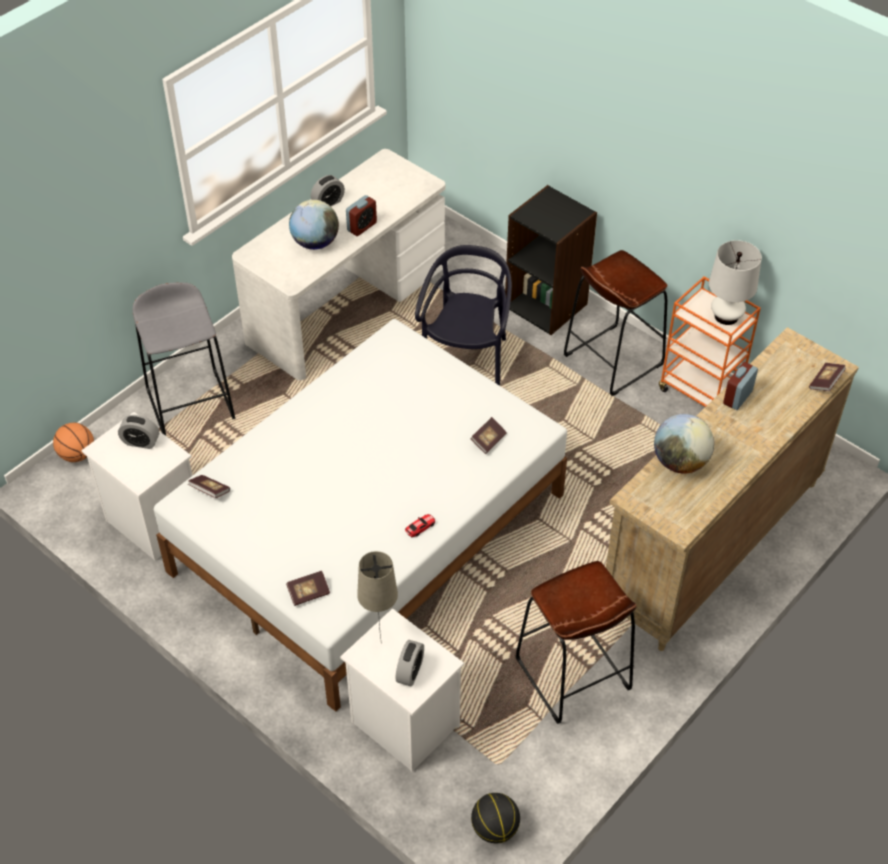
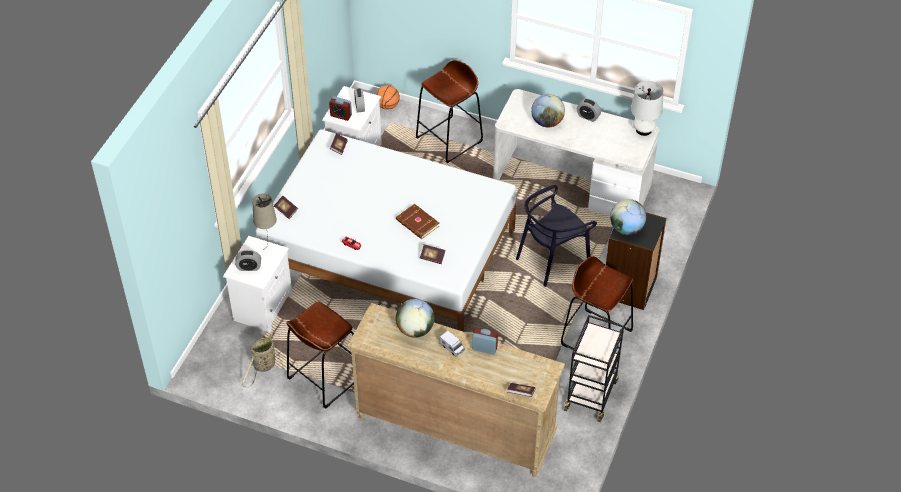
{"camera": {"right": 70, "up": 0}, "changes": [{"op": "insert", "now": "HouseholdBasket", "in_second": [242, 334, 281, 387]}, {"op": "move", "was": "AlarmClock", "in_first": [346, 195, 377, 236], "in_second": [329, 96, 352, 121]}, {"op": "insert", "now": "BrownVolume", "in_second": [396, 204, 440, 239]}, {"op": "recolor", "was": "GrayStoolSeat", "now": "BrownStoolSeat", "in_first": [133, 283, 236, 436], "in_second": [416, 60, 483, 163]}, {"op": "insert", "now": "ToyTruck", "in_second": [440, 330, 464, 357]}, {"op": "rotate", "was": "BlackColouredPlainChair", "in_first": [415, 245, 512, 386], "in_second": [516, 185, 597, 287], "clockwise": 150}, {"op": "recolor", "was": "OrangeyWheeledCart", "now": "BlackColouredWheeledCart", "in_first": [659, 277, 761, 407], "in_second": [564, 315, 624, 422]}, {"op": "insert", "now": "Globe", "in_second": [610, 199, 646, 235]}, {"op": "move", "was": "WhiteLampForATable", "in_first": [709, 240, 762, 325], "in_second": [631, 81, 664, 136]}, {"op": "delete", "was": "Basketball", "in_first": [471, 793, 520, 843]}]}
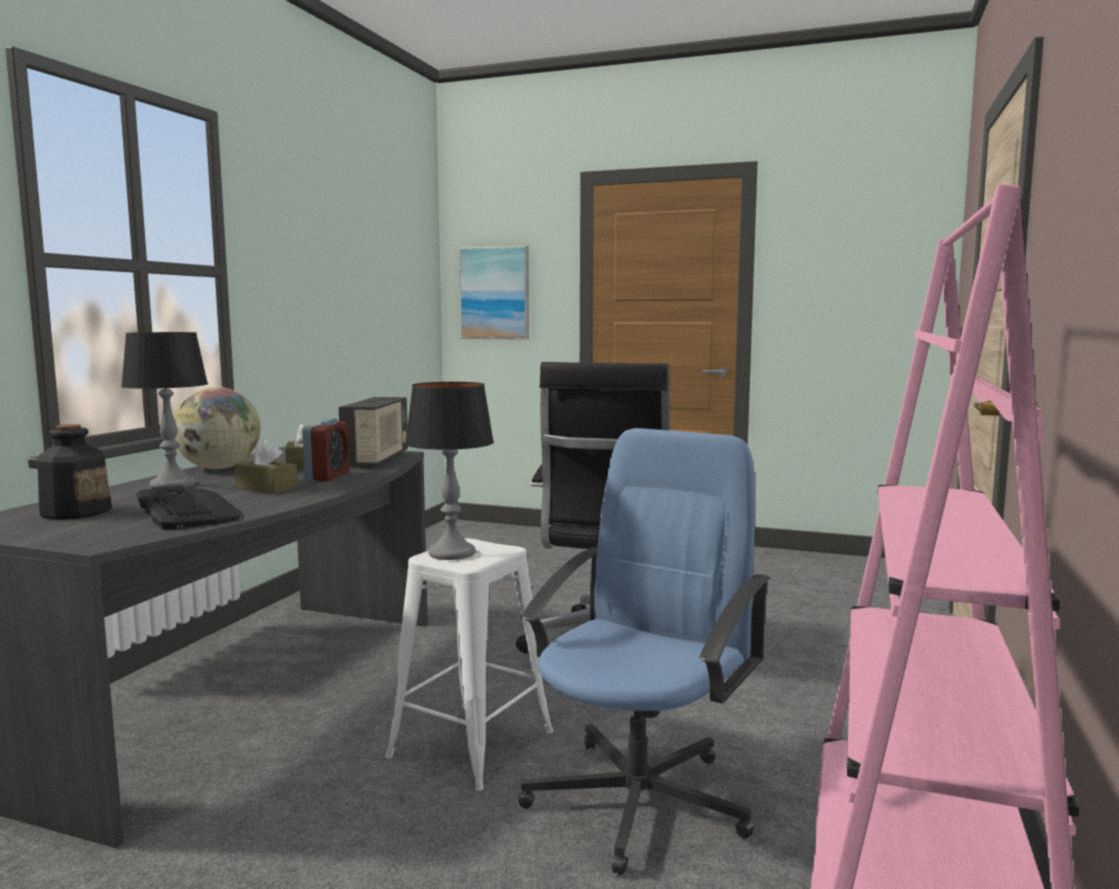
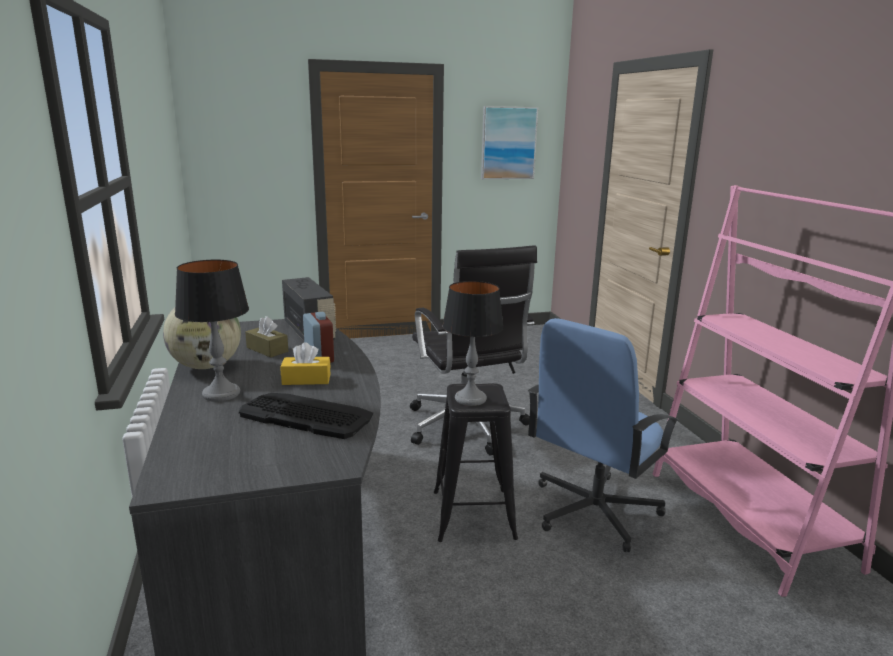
{"camera": {"right": -35, "up": 10}, "changes": [{"op": "recolor", "was": "BrownTissueBox", "now": "YellowColouredTissueBox", "in_first": [234, 440, 298, 494], "in_second": [280, 343, 331, 385]}, {"op": "recolor", "was": "WhiteStoolSeat", "now": "BlackColouredStoolSeat", "in_first": [385, 538, 553, 791], "in_second": [434, 383, 518, 542]}, {"op": "move", "was": "Picture", "in_first": [459, 246, 529, 340], "in_second": [481, 106, 538, 179]}, {"op": "rotate", "was": "BlueComputerChair", "in_first": [518, 428, 771, 875], "in_second": [528, 318, 680, 552], "clockwise": -135}, {"op": "delete", "was": "BeverageBottle", "in_first": [37, 424, 112, 520]}]}
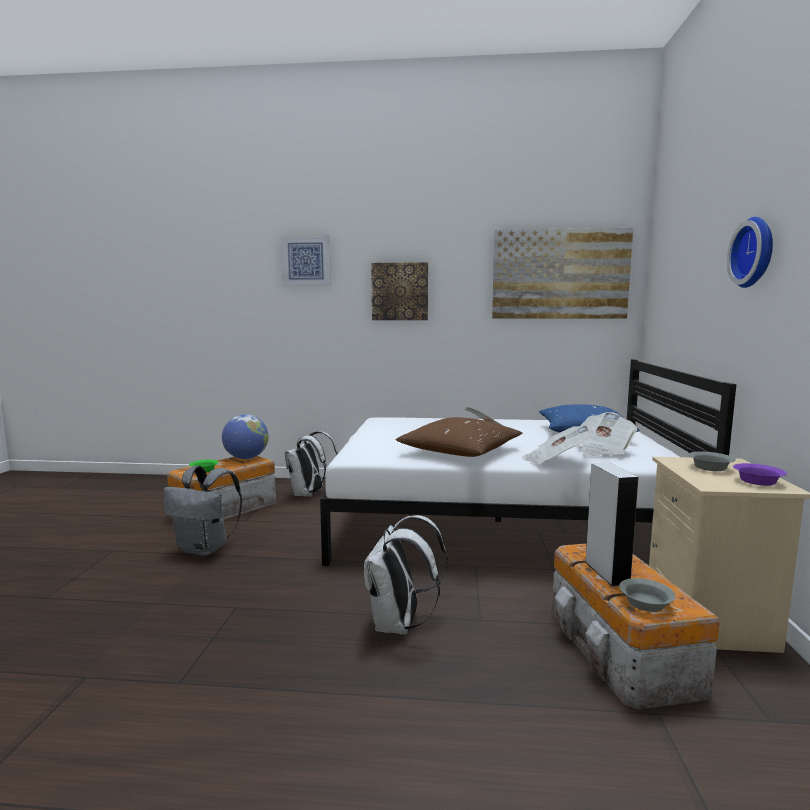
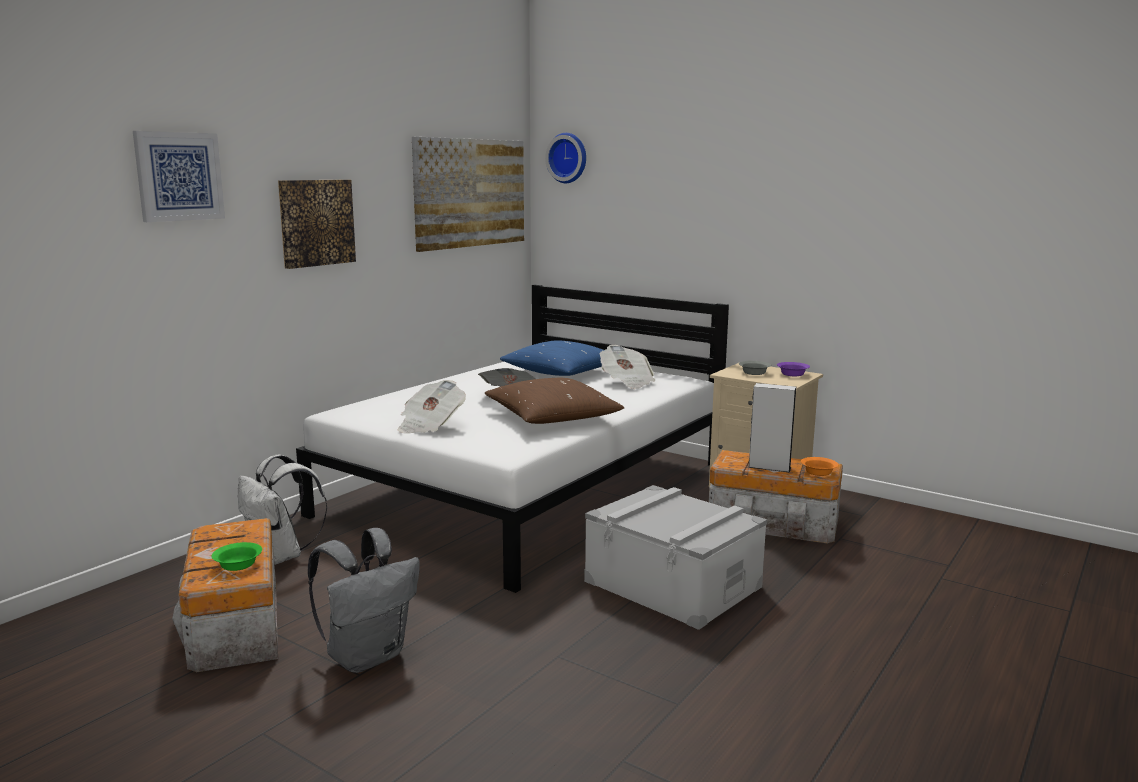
{"camera": {"right": -60, "up": 5}, "changes": [{"op": "move", "was": "PrintedPaper", "in_first": [522, 425, 592, 464], "in_second": [398, 380, 466, 434]}, {"op": "move", "was": "ClockOnTheWall", "in_first": [727, 217, 773, 288], "in_second": [545, 133, 586, 183]}, {"op": "replace", "was": "WhiteRucksack", "now": "GrayStorageBox", "in_first": [364, 515, 448, 635], "in_second": [584, 485, 767, 630]}, {"op": "recolor", "was": "GrayServingBowl", "now": "OrangeyServingBowl", "in_first": [619, 578, 675, 612], "in_second": [801, 457, 838, 476]}, {"op": "delete", "was": "Globe", "in_first": [222, 414, 269, 459]}]}
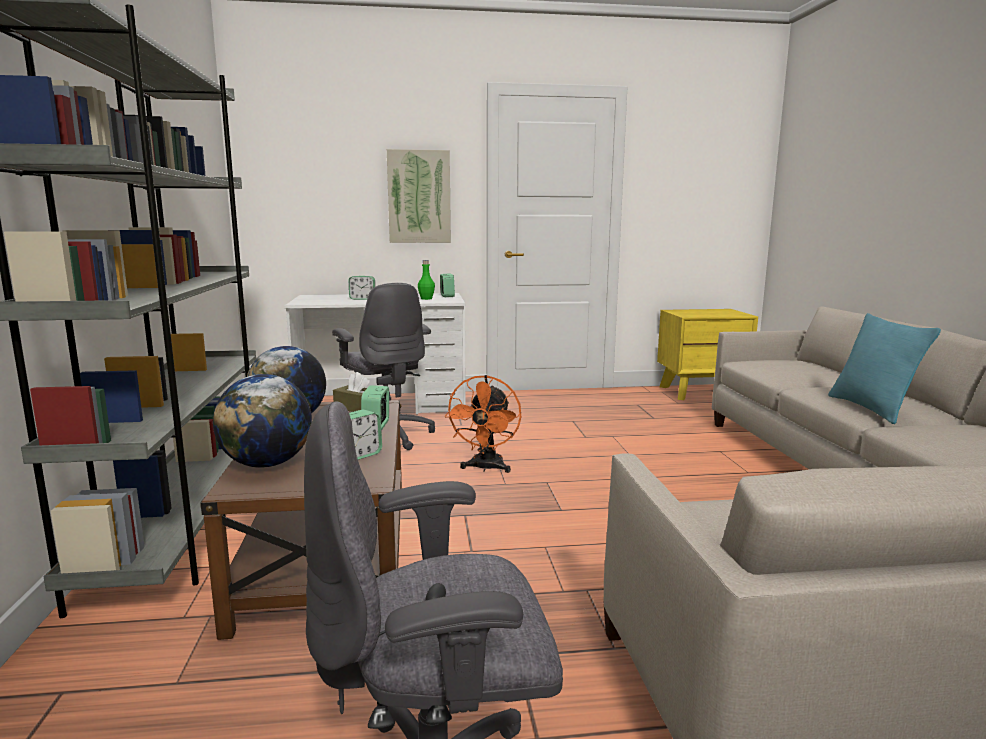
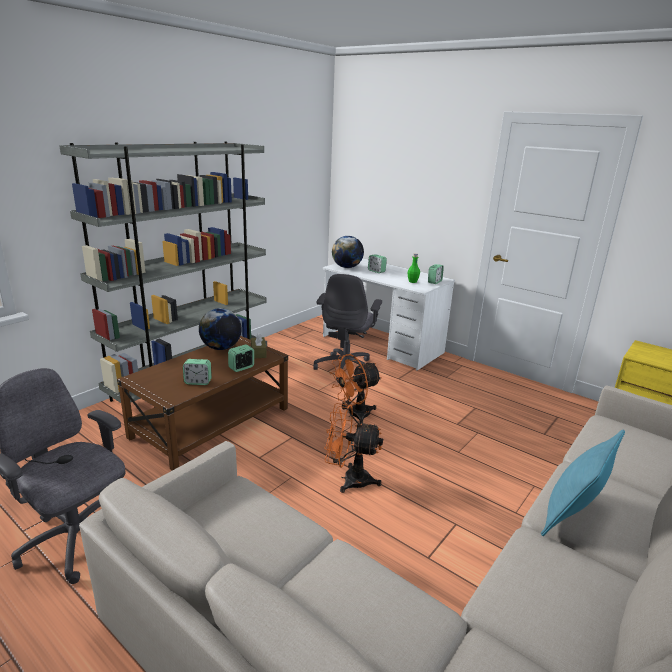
{"camera": {"right": 45, "up": 10}, "changes": [{"op": "insert", "now": "OrangeyElectricFan", "in_second": [324, 403, 383, 493]}, {"op": "move", "was": "Globe", "in_first": [213, 374, 312, 468], "in_second": [332, 236, 364, 268]}, {"op": "delete", "was": "Picture", "in_first": [387, 149, 451, 243]}]}
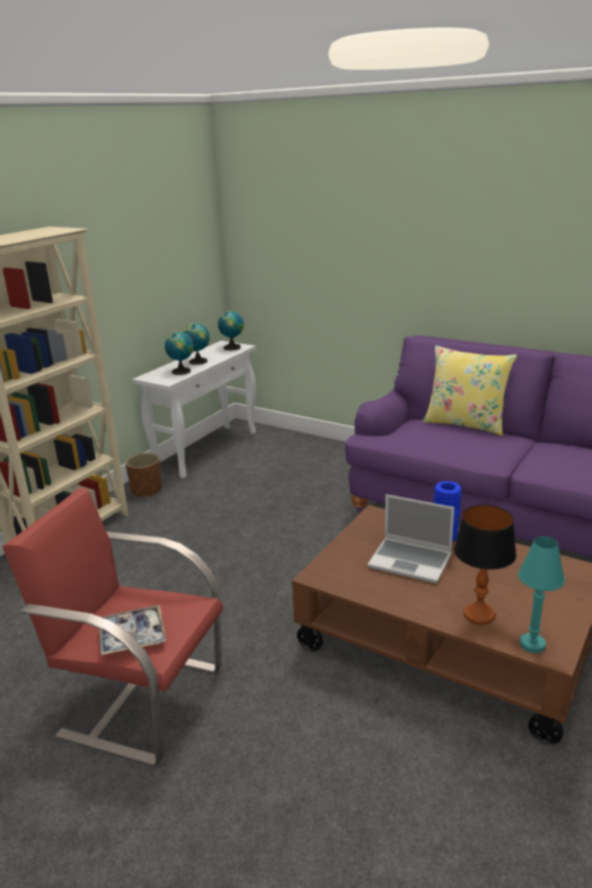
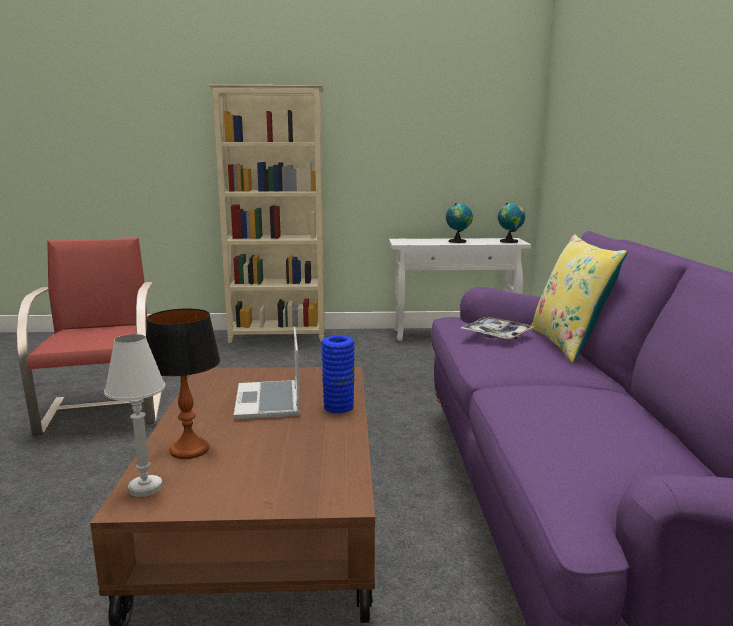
{"camera": {"right": 55, "up": -10}, "changes": [{"op": "recolor", "was": "BlueGreenLampForATable", "now": "WhiteLampForATable", "in_first": [518, 536, 565, 653], "in_second": [104, 334, 165, 497]}, {"op": "move", "was": "Tray", "in_first": [99, 605, 166, 655], "in_second": [461, 317, 535, 340]}, {"op": "delete", "was": "BrownPlantPot", "in_first": [125, 453, 162, 497]}, {"op": "delete", "was": "Globe", "in_first": [165, 332, 194, 375]}]}
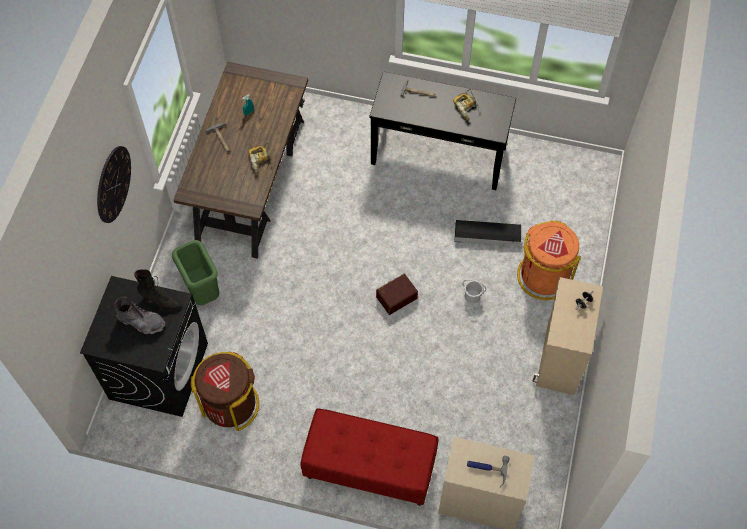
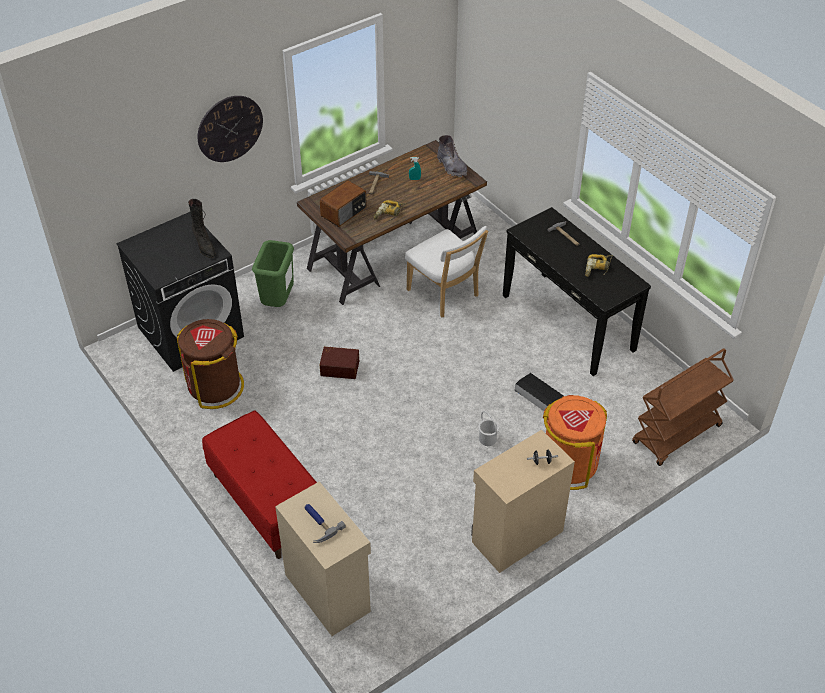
{"camera": {"right": 40, "up": -15}, "changes": [{"op": "insert", "now": "RadioSet", "in_second": [320, 180, 367, 227]}, {"op": "move", "was": "BrownStorageBox", "in_first": [376, 274, 418, 315], "in_second": [320, 346, 359, 379]}, {"op": "insert", "now": "WhitePlainChair", "in_second": [405, 226, 488, 318]}, {"op": "move", "was": "GrayTallBoot", "in_first": [114, 297, 165, 334], "in_second": [437, 135, 467, 177]}, {"op": "insert", "now": "BrownWheeledCart", "in_second": [632, 348, 734, 466]}]}
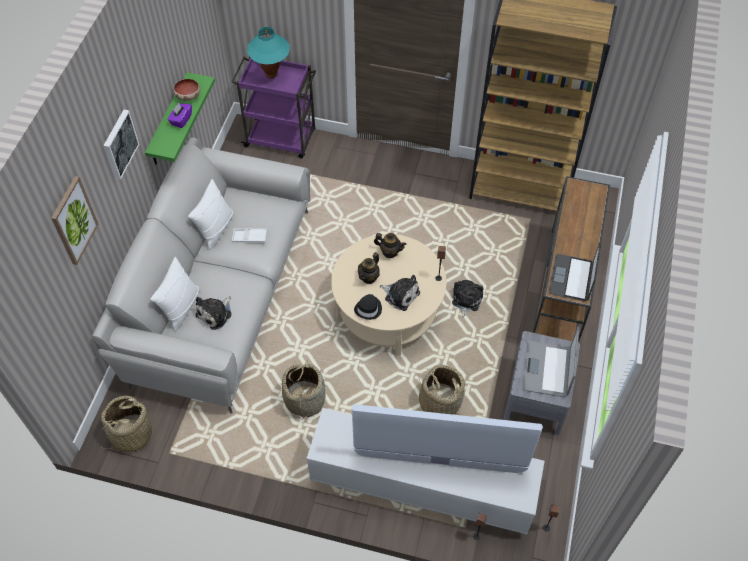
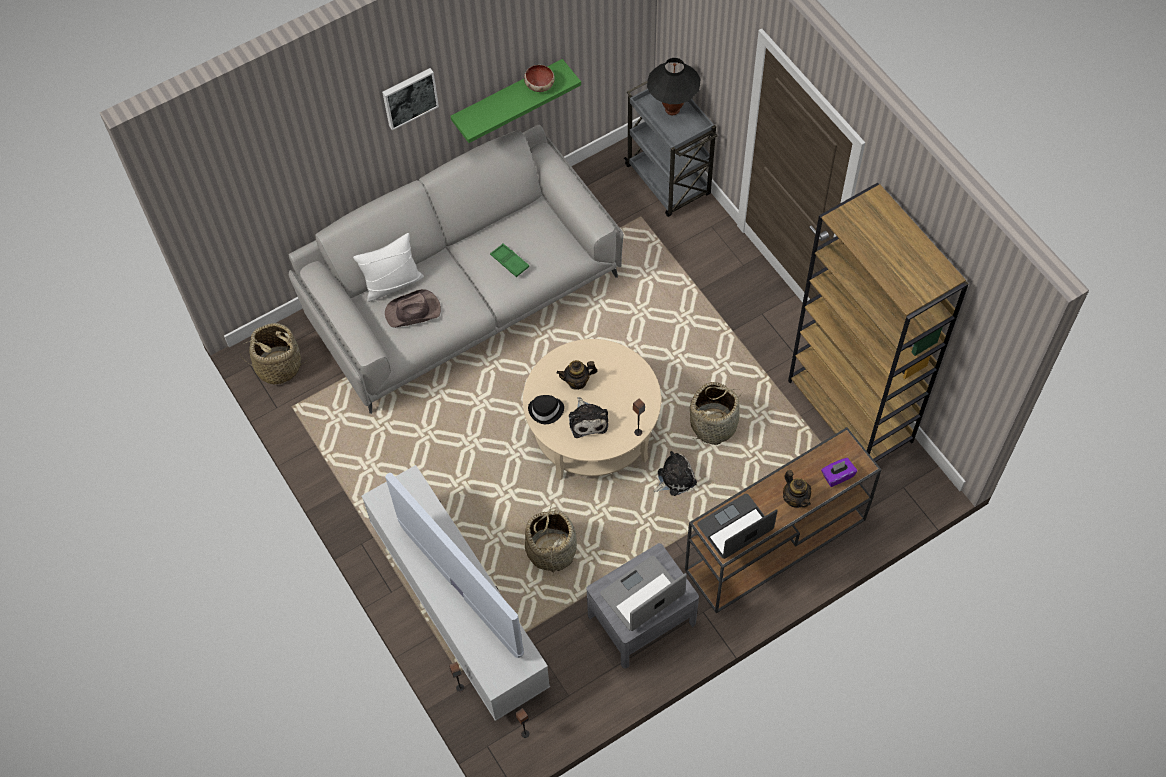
{"camera": {"right": 45, "up": 5}, "changes": [{"op": "replace", "was": "PlushToy", "now": "BrownHat", "in_first": [196, 296, 231, 330], "in_second": [385, 289, 441, 328]}, {"op": "recolor", "was": "WhiteTray", "now": "GreenColouredTray", "in_first": [232, 228, 267, 243], "in_second": [490, 243, 529, 277]}, {"op": "recolor", "was": "PurplishWheeledCart", "now": "GrayWheeledCart", "in_first": [232, 57, 316, 159], "in_second": [624, 81, 717, 217]}, {"op": "recolor", "was": "BlueGreenLampForATable", "now": "BlackColouredLampForATable", "in_first": [247, 27, 290, 79], "in_second": [647, 58, 700, 115]}, {"op": "move", "was": "HouseholdBasket", "in_first": [282, 362, 326, 420], "in_second": [690, 382, 742, 445]}, {"op": "move", "was": "Teapot", "in_first": [374, 233, 406, 258], "in_second": [783, 470, 811, 508]}, {"op": "move", "was": "PurplishTissueBox", "in_first": [168, 103, 192, 128], "in_second": [821, 458, 857, 487]}, {"op": "delete", "was": "Picture", "in_first": [51, 176, 99, 265]}, {"op": "delete", "was": "WhitePillow", "in_first": [188, 179, 234, 250]}]}
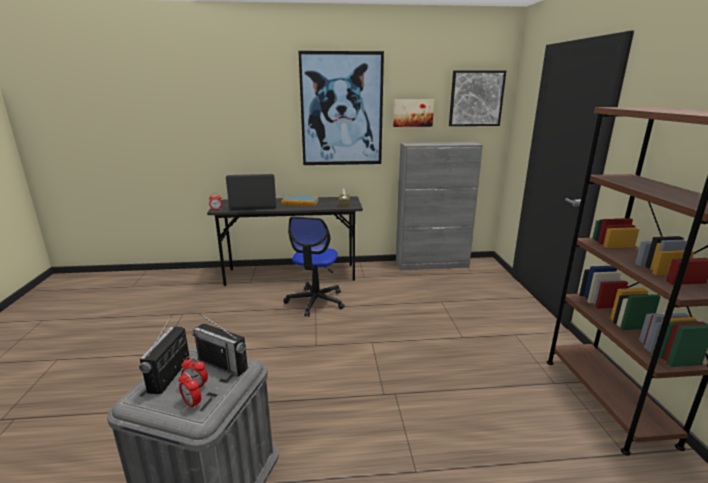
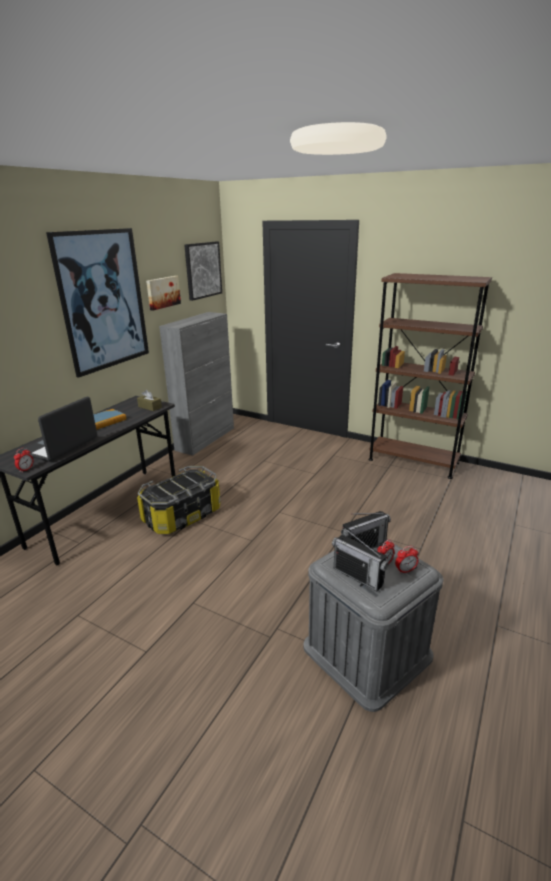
{"camera": {"right": -55, "up": 5}, "changes": [{"op": "replace", "was": "ComputerChair", "now": "StorageBox", "in_first": [284, 216, 345, 317], "in_second": [137, 466, 221, 534]}]}
